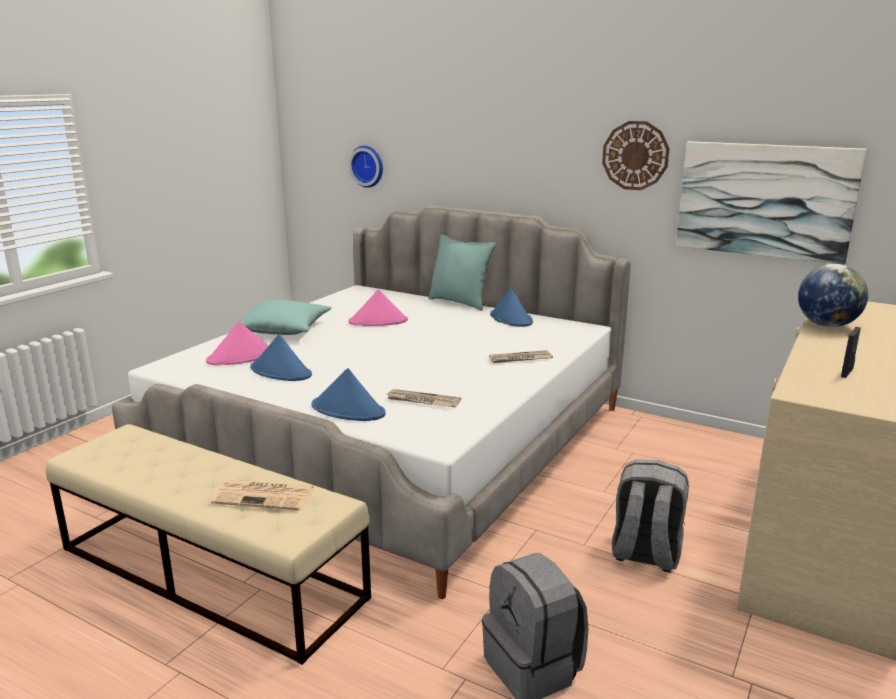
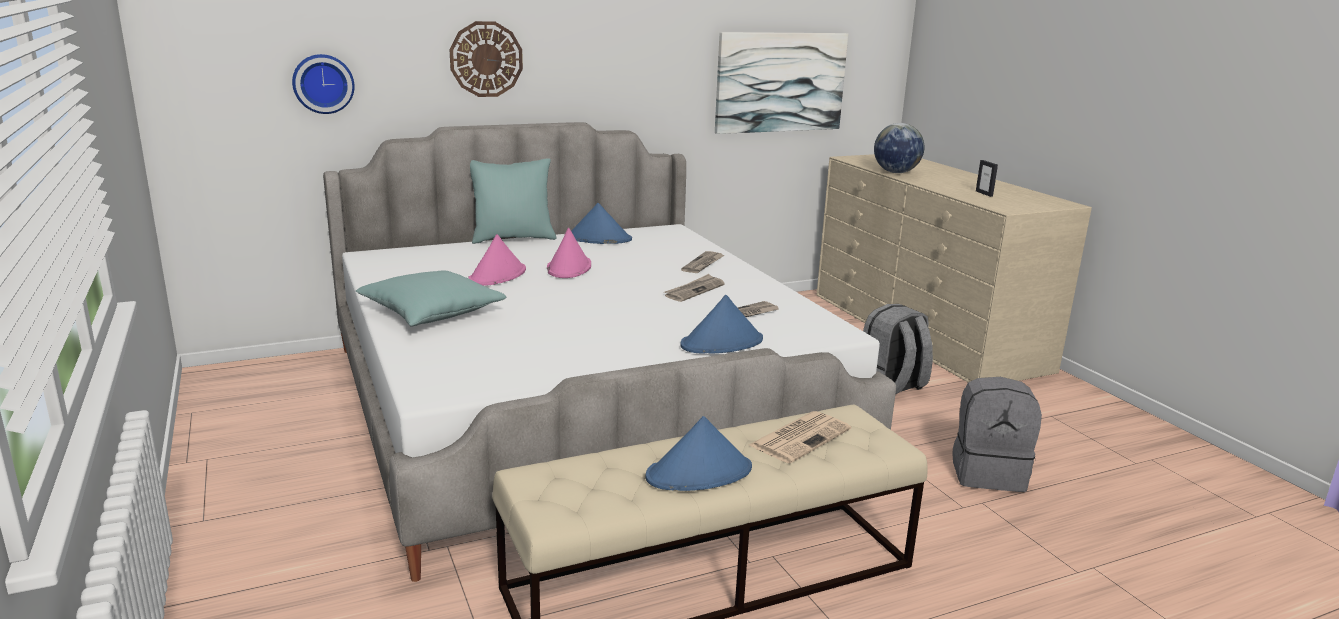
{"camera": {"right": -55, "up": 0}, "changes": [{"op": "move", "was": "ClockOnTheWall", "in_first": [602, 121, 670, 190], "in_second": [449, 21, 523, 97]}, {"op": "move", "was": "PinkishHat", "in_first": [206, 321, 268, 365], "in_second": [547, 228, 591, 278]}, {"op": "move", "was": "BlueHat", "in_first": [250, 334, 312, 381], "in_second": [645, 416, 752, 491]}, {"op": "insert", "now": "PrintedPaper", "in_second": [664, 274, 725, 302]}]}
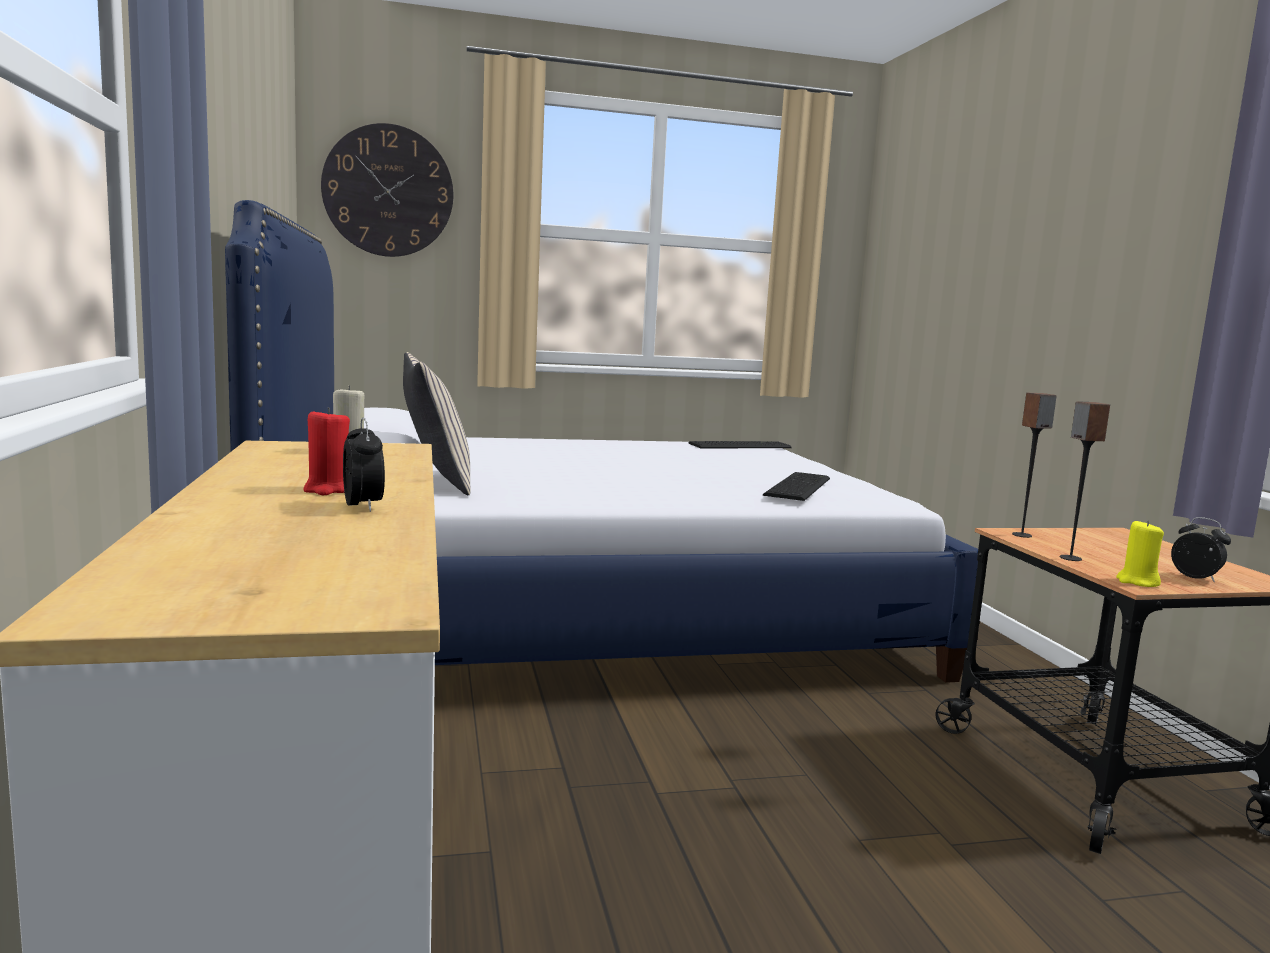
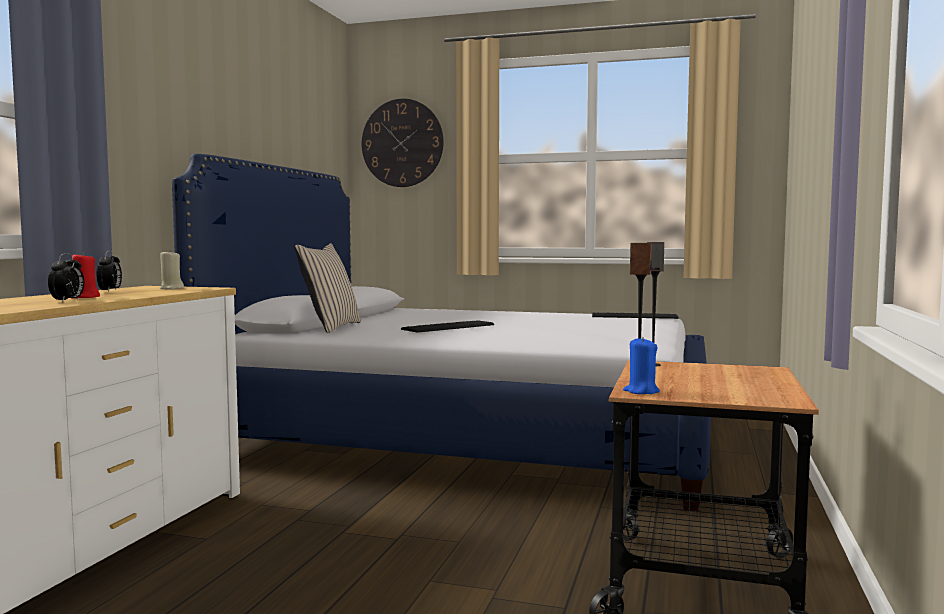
{"camera": {"right": 30, "up": -5}, "changes": [{"op": "move", "was": "AlarmClock", "in_first": [1171, 517, 1231, 582], "in_second": [97, 251, 122, 292]}, {"op": "move", "was": "PcKeyboard", "in_first": [763, 472, 830, 501], "in_second": [401, 320, 494, 333]}, {"op": "recolor", "was": "YellowColouredWaxCandle", "now": "BlueWaxCandle", "in_first": [1116, 520, 1164, 587], "in_second": [623, 337, 660, 394]}]}
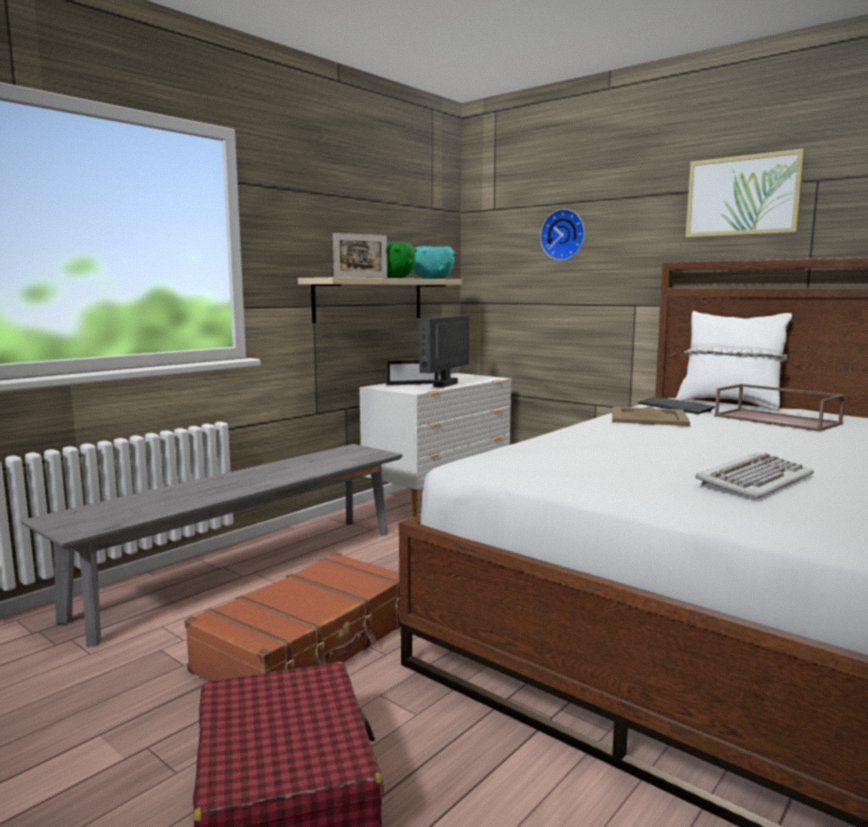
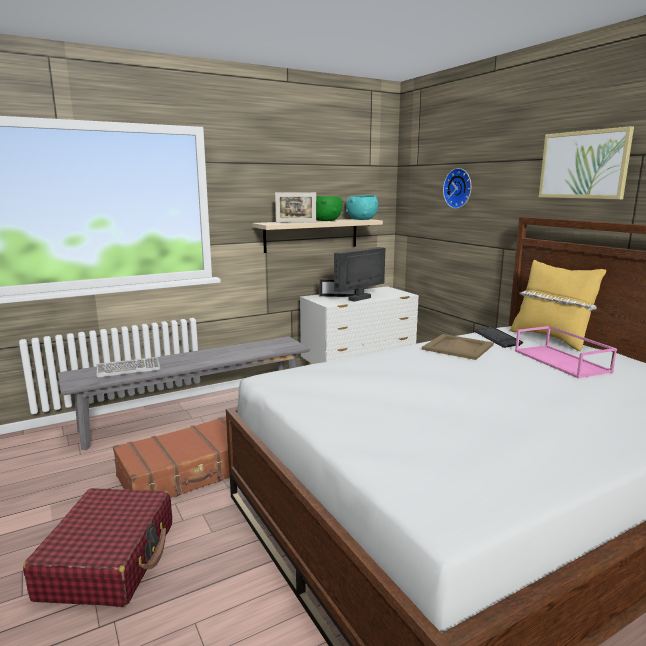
{"camera": {"right": 20, "up": 5}, "changes": [{"op": "move", "was": "PcKeyboard", "in_first": [695, 453, 814, 499], "in_second": [96, 357, 161, 378]}, {"op": "recolor", "was": "WhitePillow", "now": "YellowColouredPillow", "in_first": [675, 311, 792, 411], "in_second": [510, 260, 606, 351]}, {"op": "recolor", "was": "BrownTray", "now": "PinkishTray", "in_first": [714, 384, 846, 432], "in_second": [515, 326, 617, 379]}]}
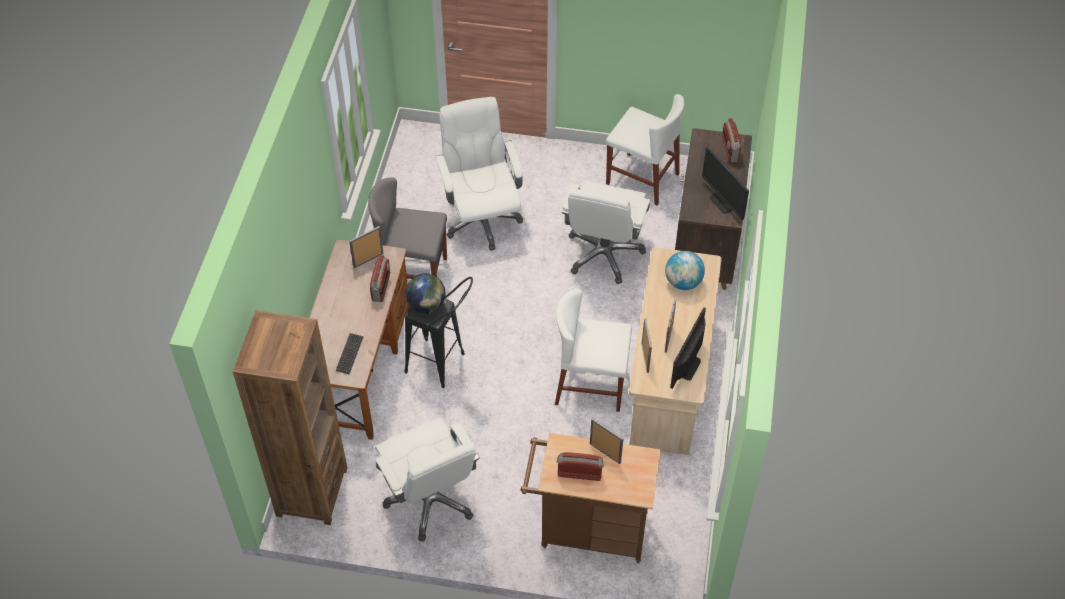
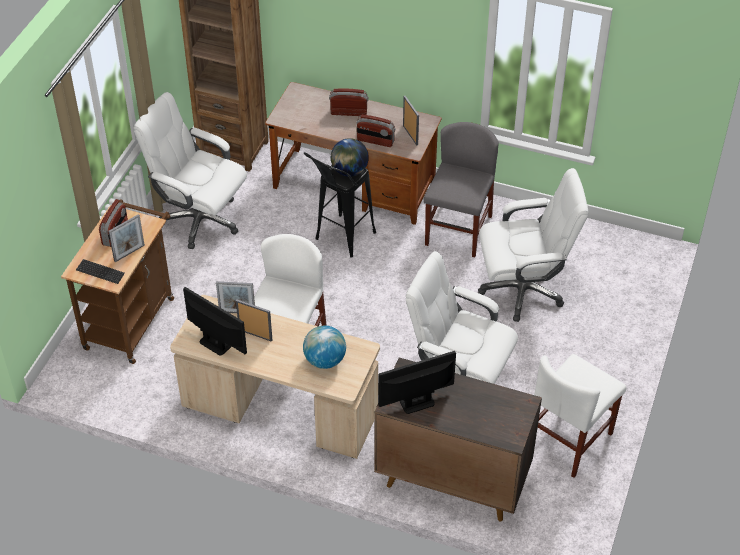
{"camera": {"right": 100, "up": -5}, "changes": [{"op": "move", "was": "PcKeyboard", "in_first": [336, 333, 364, 374], "in_second": [76, 259, 125, 284]}, {"op": "rotate", "was": "WhiteComputerChair", "in_first": [375, 418, 480, 541], "in_second": [133, 92, 247, 249], "clockwise": 45}, {"op": "move", "was": "RadioSet", "in_first": [722, 118, 741, 163], "in_second": [329, 88, 368, 116]}]}
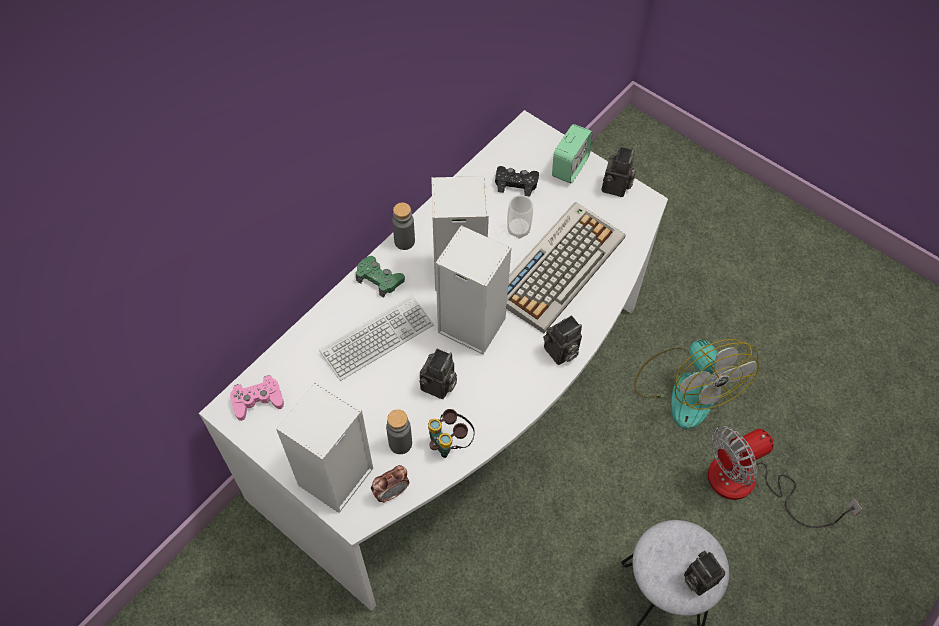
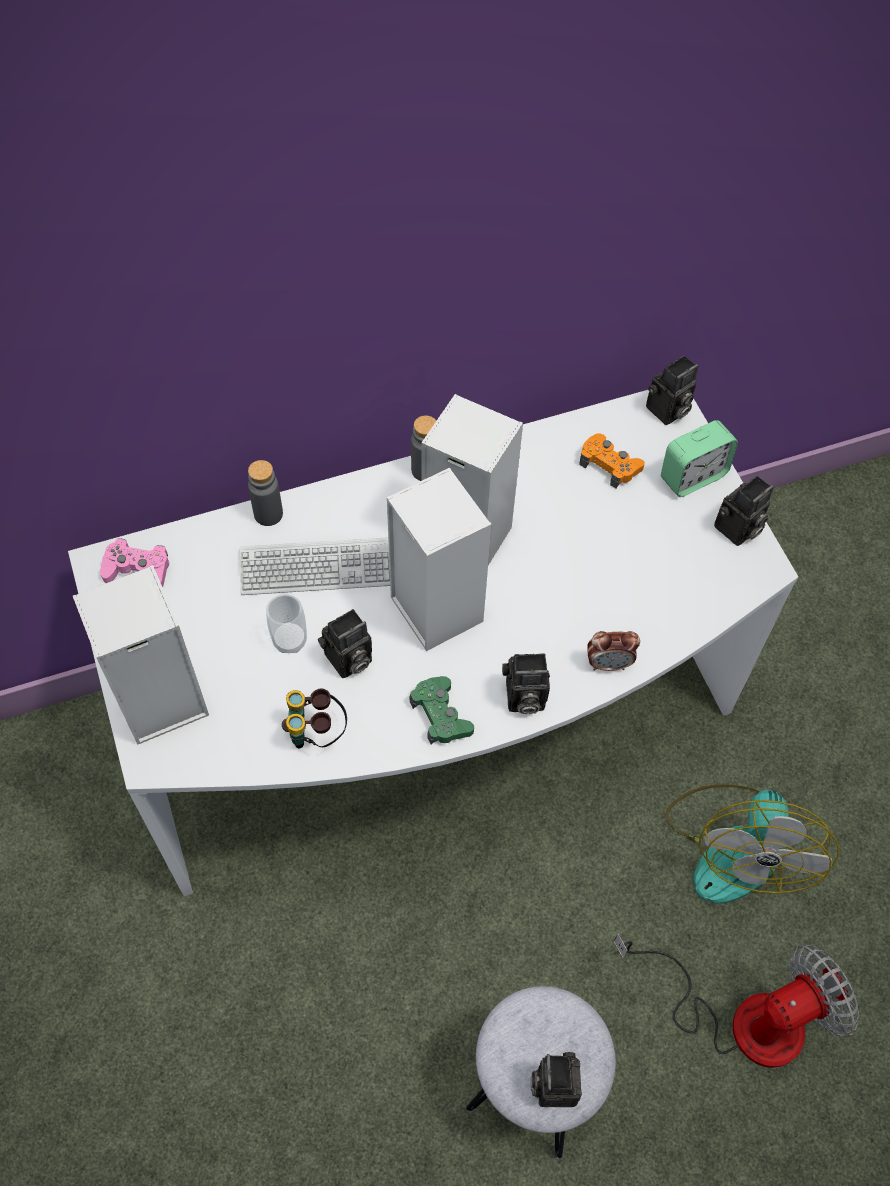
{"camera": {"right": 30, "up": 0}, "changes": [{"op": "move", "was": "GrayBeverageBottle", "in_first": [386, 409, 412, 454], "in_second": [248, 460, 283, 526]}, {"op": "move", "was": "SmallCup", "in_first": [507, 195, 533, 238], "in_second": [266, 594, 307, 653]}, {"op": "move", "was": "GreenColouredGameController", "in_first": [355, 256, 405, 298], "in_second": [410, 676, 474, 744]}, {"op": "recolor", "was": "BlackColouredGameController", "now": "OrangeyGameController", "in_first": [495, 166, 539, 197], "in_second": [579, 433, 645, 489]}, {"op": "move", "was": "AlarmClock", "in_first": [371, 465, 409, 503], "in_second": [587, 631, 640, 671]}, {"op": "rotate", "was": "ElectricFan", "in_first": [708, 426, 862, 528], "in_second": [614, 934, 859, 1068], "clockwise": 150}, {"op": "insert", "now": "PhotoCamera", "in_second": [646, 355, 699, 425]}, {"op": "delete", "was": "PcKeyboard", "in_first": [506, 202, 626, 333]}]}
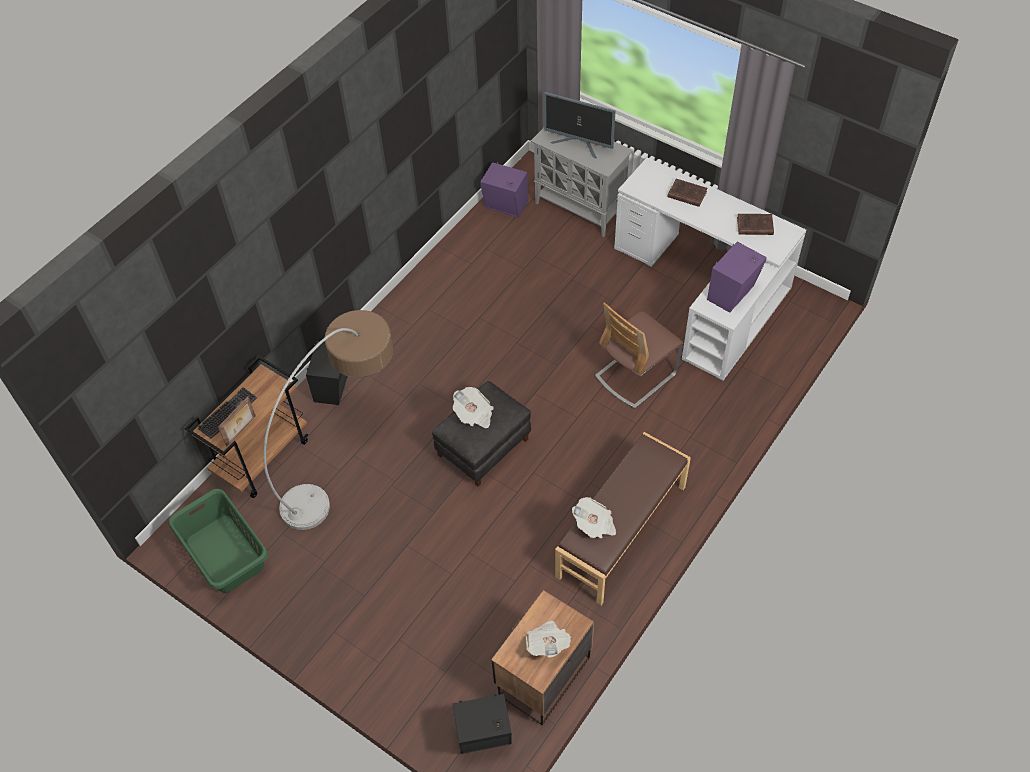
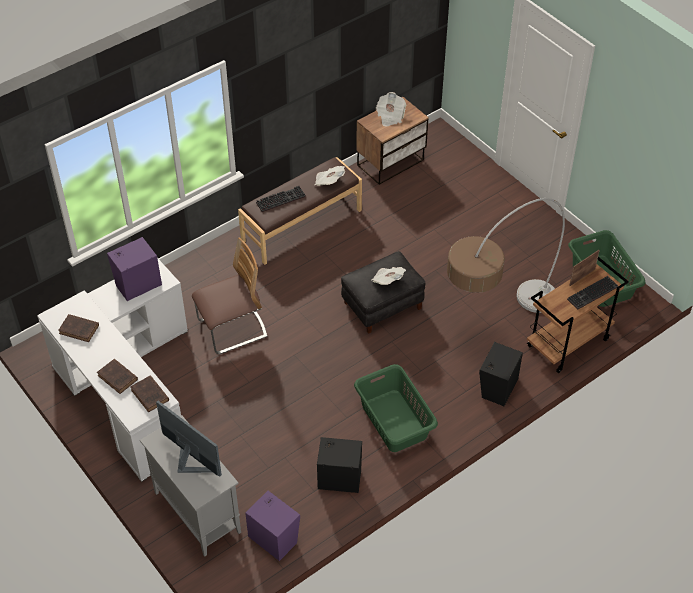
{"camera": {"right": -165, "up": -5}, "changes": [{"op": "insert", "now": "BrownVolume", "in_second": [130, 375, 169, 412]}, {"op": "insert", "now": "PcKeyboard", "in_second": [256, 186, 306, 212]}, {"op": "move", "was": "BlackColouredAudioSpeaker", "in_first": [453, 694, 512, 754], "in_second": [317, 437, 362, 493]}, {"op": "insert", "now": "GreenColouredWashingBasket", "in_second": [354, 364, 438, 452]}]}
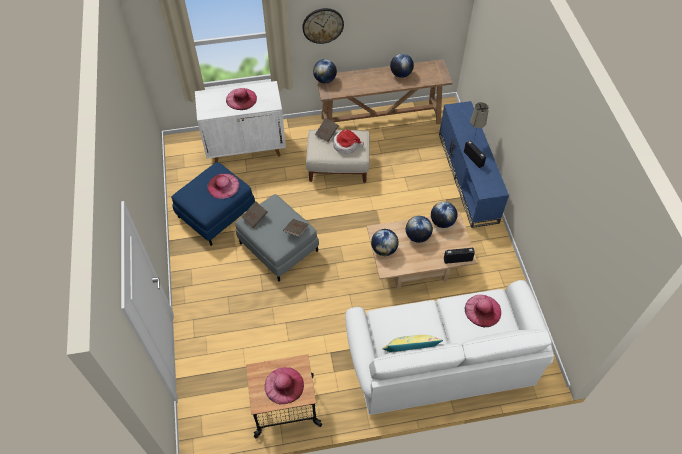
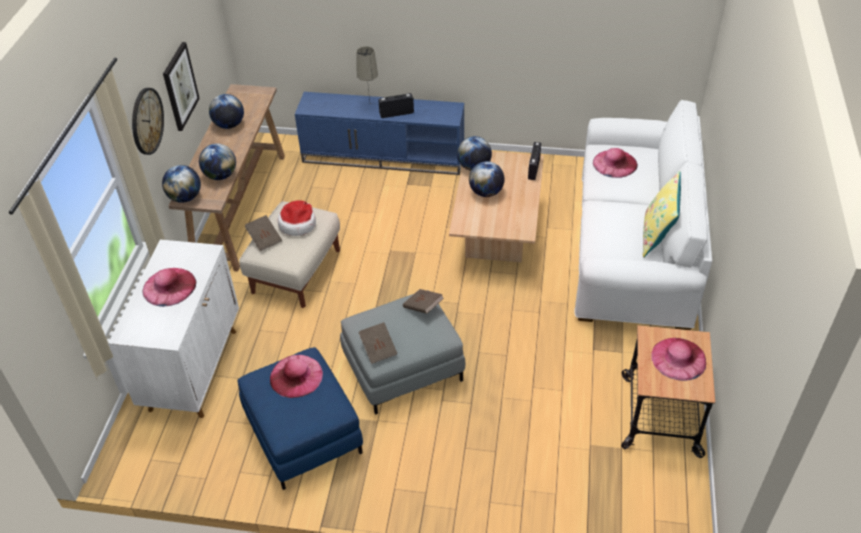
{"camera": {"right": -70, "up": -10}, "changes": [{"op": "insert", "now": "Picture", "in_second": [163, 42, 200, 131]}, {"op": "move", "was": "Globe", "in_first": [371, 229, 398, 256], "in_second": [199, 144, 236, 180]}]}
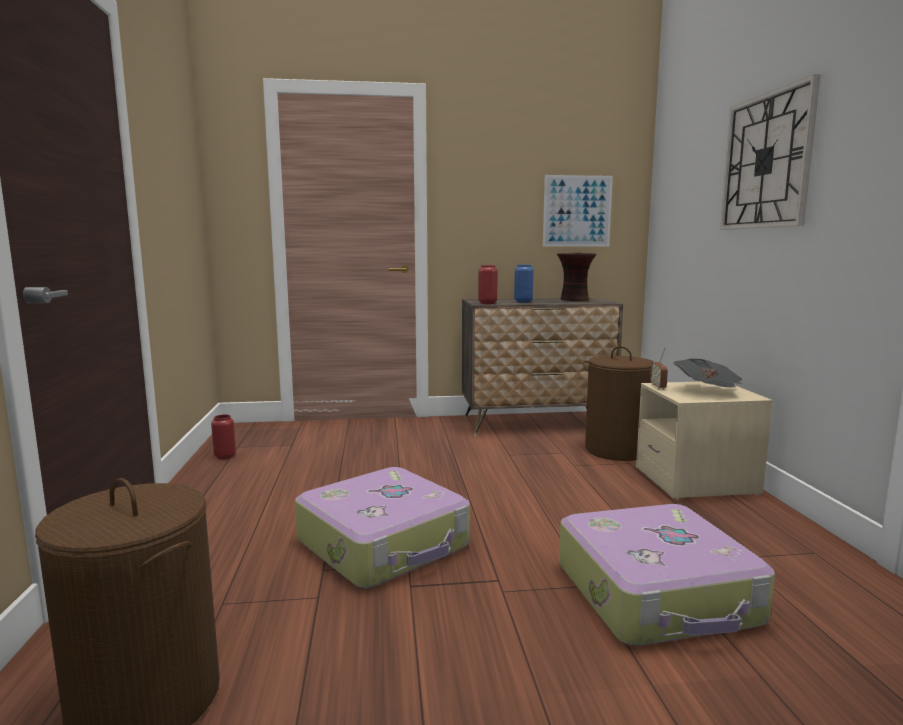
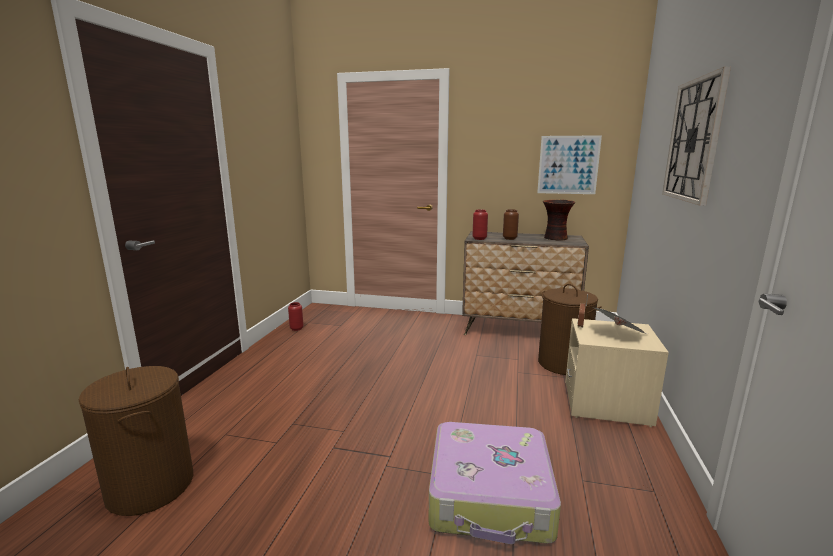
{"camera": {"right": 20, "up": 5}, "changes": [{"op": "recolor", "was": "BlueFlowerVase", "now": "BrownFlowerVase", "in_first": [514, 264, 534, 303], "in_second": [503, 209, 519, 240]}, {"op": "delete", "was": "TravelCase", "in_first": [295, 467, 470, 588]}]}
